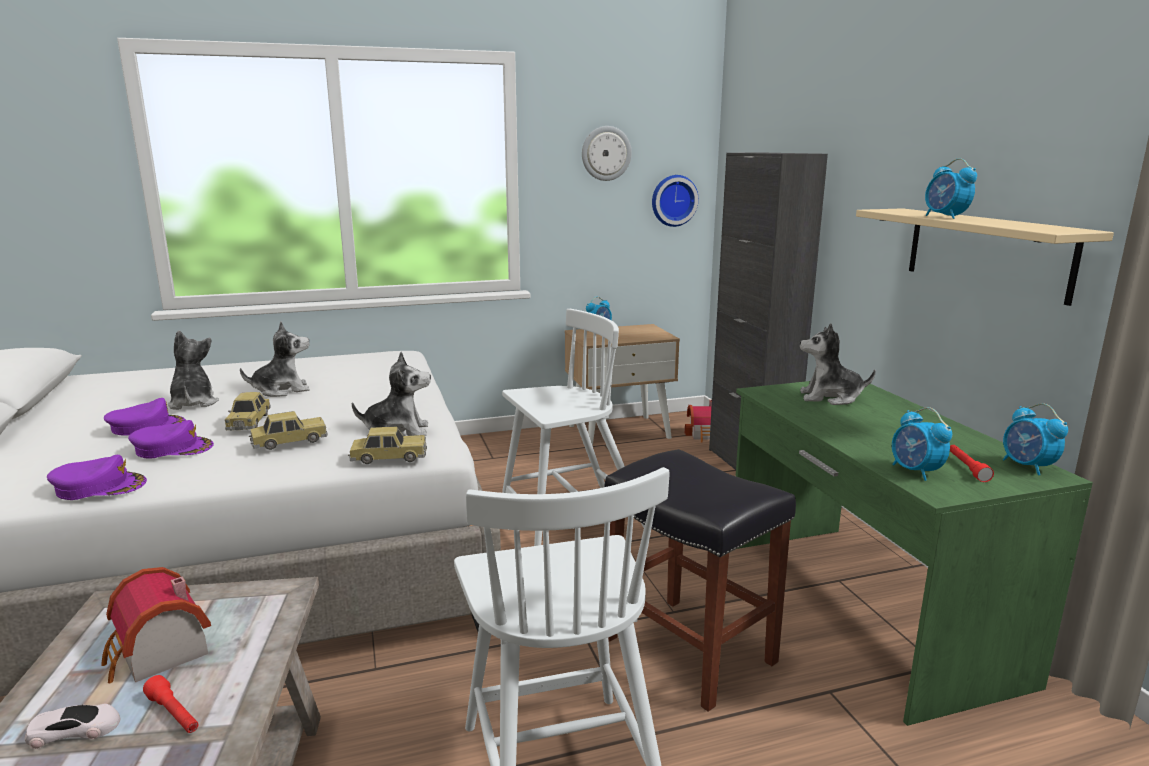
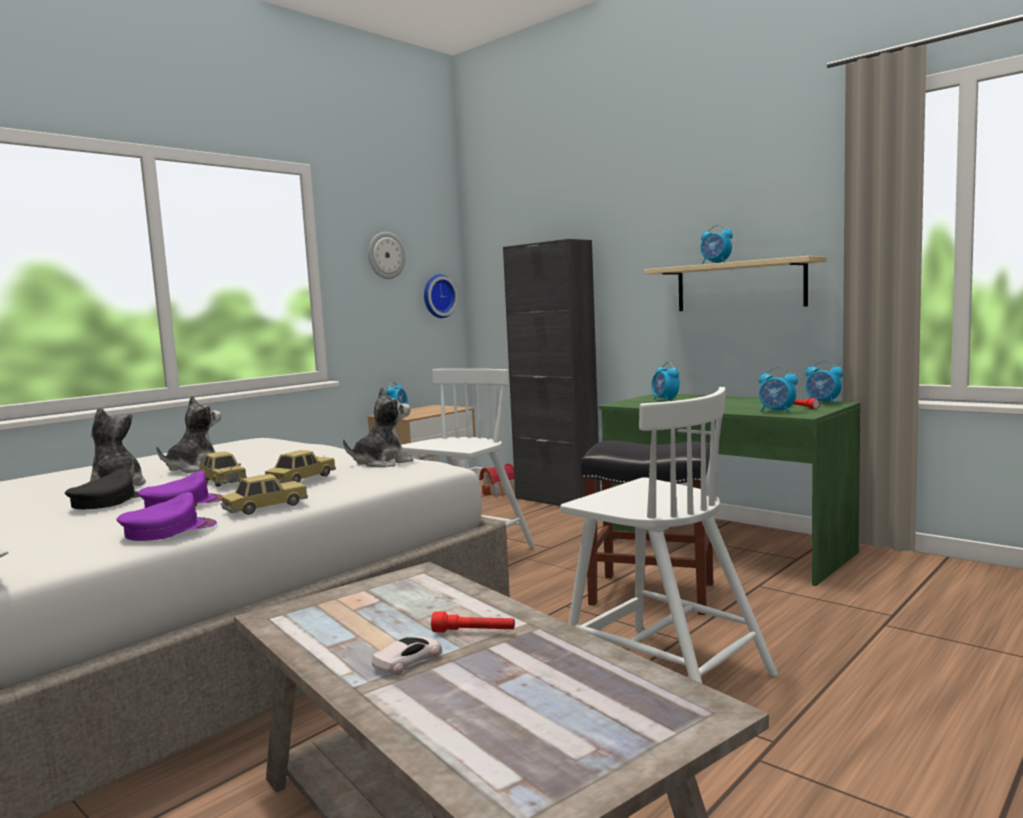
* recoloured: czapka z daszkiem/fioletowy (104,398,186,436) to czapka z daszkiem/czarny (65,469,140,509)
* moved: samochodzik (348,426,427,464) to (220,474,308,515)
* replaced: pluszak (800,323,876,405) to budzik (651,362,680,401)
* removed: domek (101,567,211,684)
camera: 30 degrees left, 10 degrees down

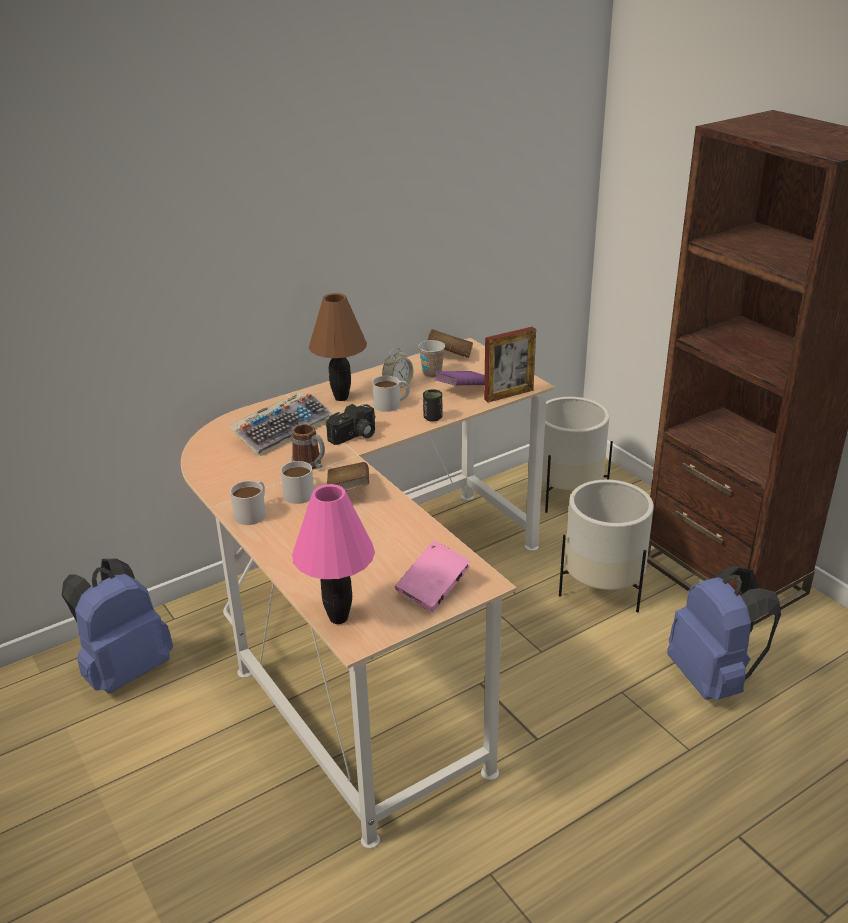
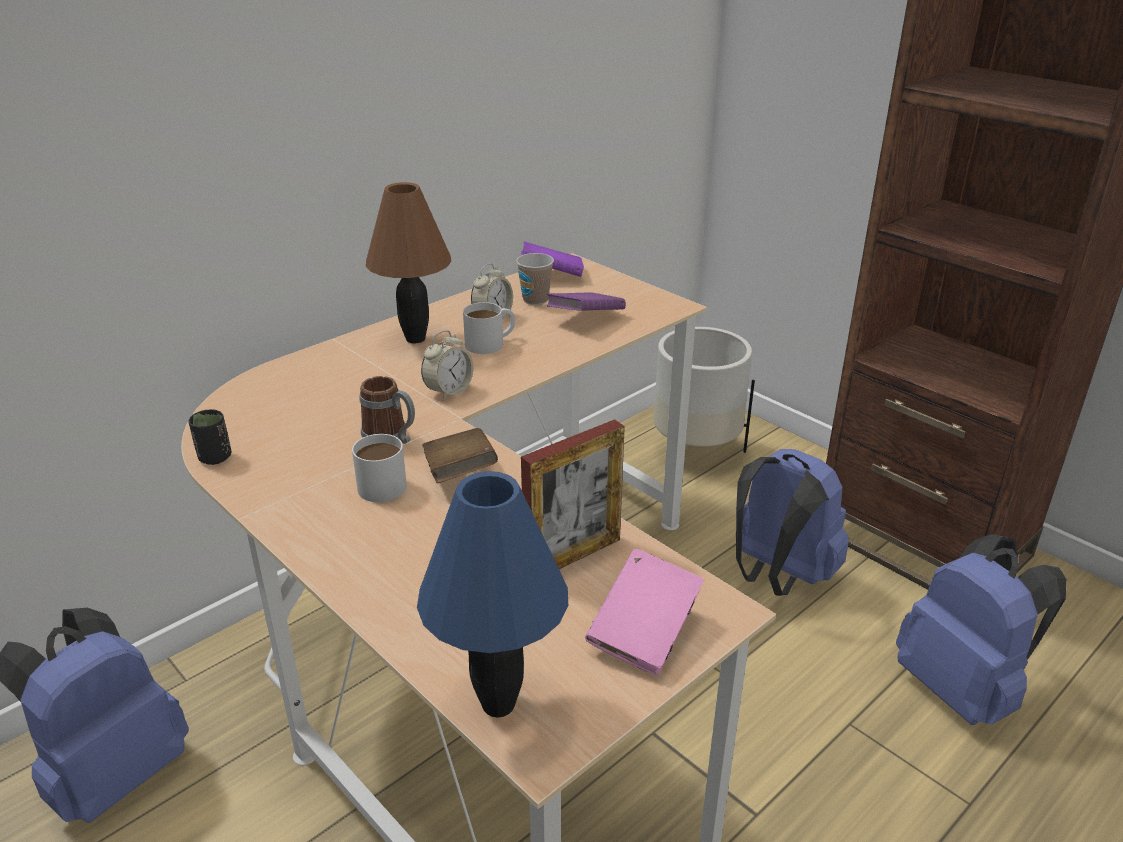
* moved: filiżanka/czarny (423,389,443,422) to (188,409,231,465)
* recoloured: lampa stołowa/różowy (292,484,375,624) to lampa stołowa/niebieski (417,471,568,717)
* replaced: aparat fotograficzny (326,404,376,445) to budzik (421,330,473,401)
* recoloured: książka/brązowy (427,329,473,358) to książka/fioletowy (521,242,584,277)
* moved: ramka na zdjęcie (484,327,536,402) to (521,419,625,569)
* replaced: donica/biały (559,480,654,613) to plecak/niebieski (736,449,849,596)
* removed: klawiatura (228,391,331,457)
* removed: kubek/biały (230,481,266,525)
camera: 10 degrees left, 0 degrees up

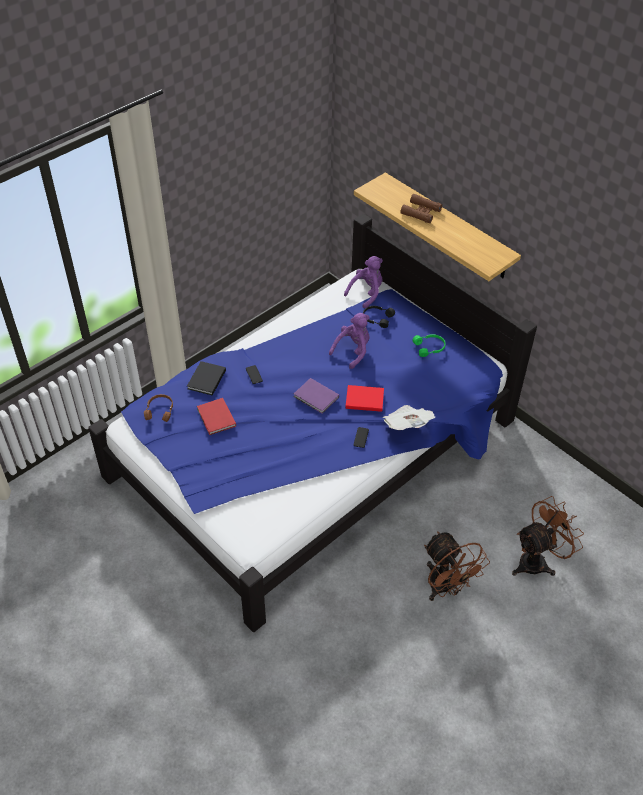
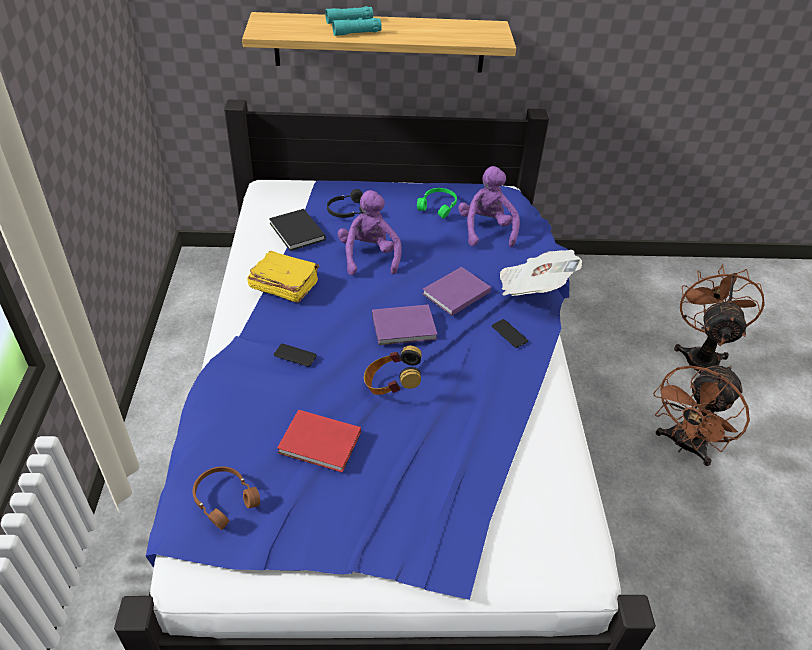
* added: książka/żółty (247,251,319,303)
* moved: książka/czarny (187,361,226,396) to (269,209,326,251)
* recoloured: lornetka/brązowy (401,194,442,223) to lornetka/turkusowy (325,6,382,36)
* added: słuchawki (364,346,422,395)
* recoloured: książka/czerwony (345,385,384,412) to książka/fioletowy (422,267,491,316)
* moved: pluszak/fioletowy (344,256,383,308) to (458,166,520,247)
* turned: wentylator/brązowy (424,531,490,601) = (653,365,750,466) 120 degrees clockwise
camera: 50 degrees left, 5 degrees down

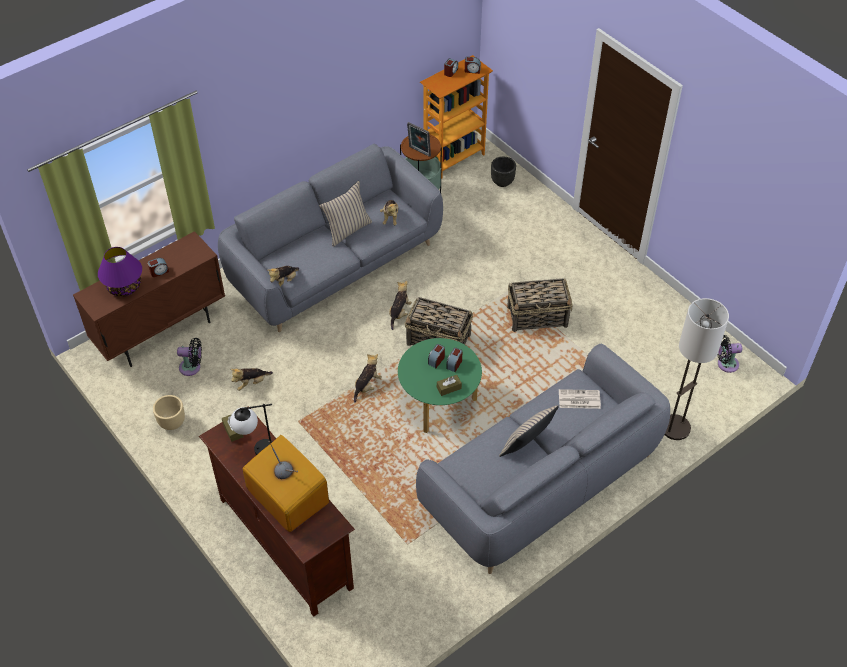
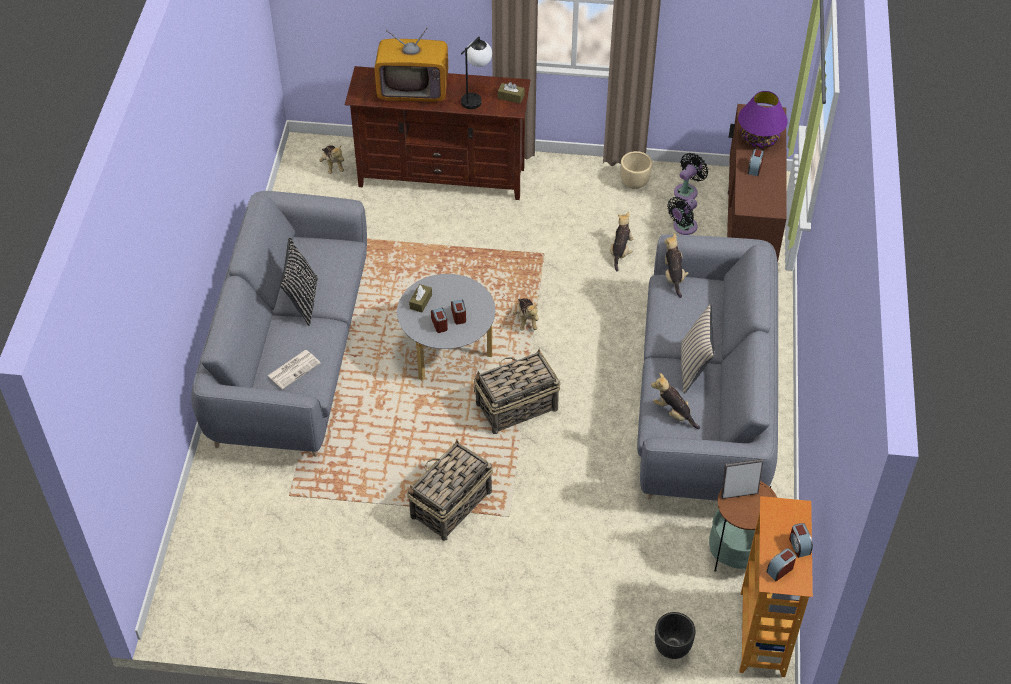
* recoloured: poduszka/beżowy (499,405,559,457) to poduszka/czarny (280,237,318,326)
* moved: pluszak (389,281,412,330) to (319,145,344,174)
* recoloured: ława/zielony (398,338,482,433) to ława/szary (397,274,495,381)
* moved: wentylator/czarny (718,335,742,373) to (674,153,708,201)
* removed: lampa stojąca (664,298,729,440)
camera: 135 degrees right, 0 degrees up

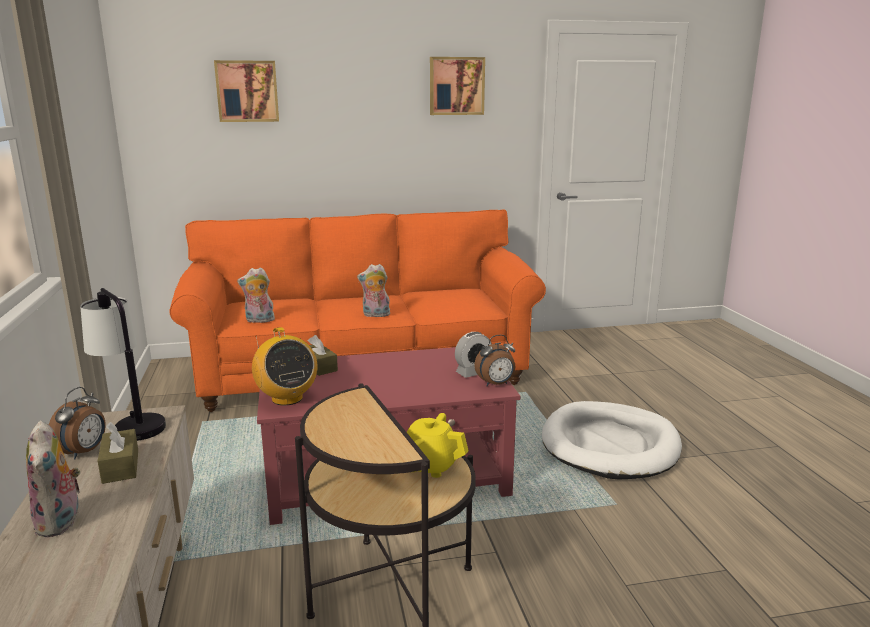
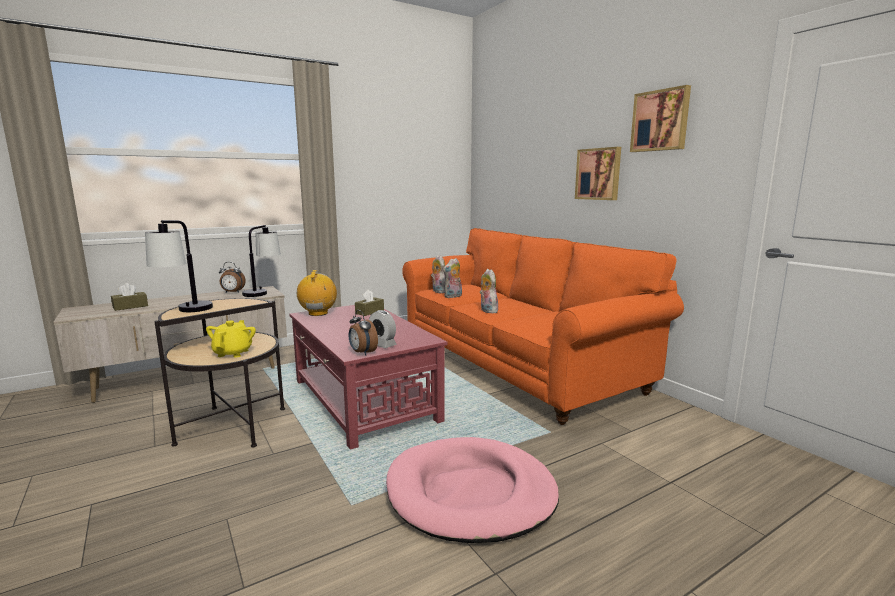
* moved: pudełko chusteczek/brązowy (98,422,138,484) to (111,283,148,311)
* added: lampa stołowa (145,220,213,312)
* turned: radio (252,327,317,406) = (297,270,337,316) 135 degrees clockwise
* recoloured: legowisko/biały (542,401,682,480) to legowisko/różowy (386,437,559,543)
* moved: pluszak (26,421,81,537) to (443,258,462,298)
* moved: obraz (214,60,279,122) to (575,147,621,200)
camera: 70 degrees right, 5 degrees down

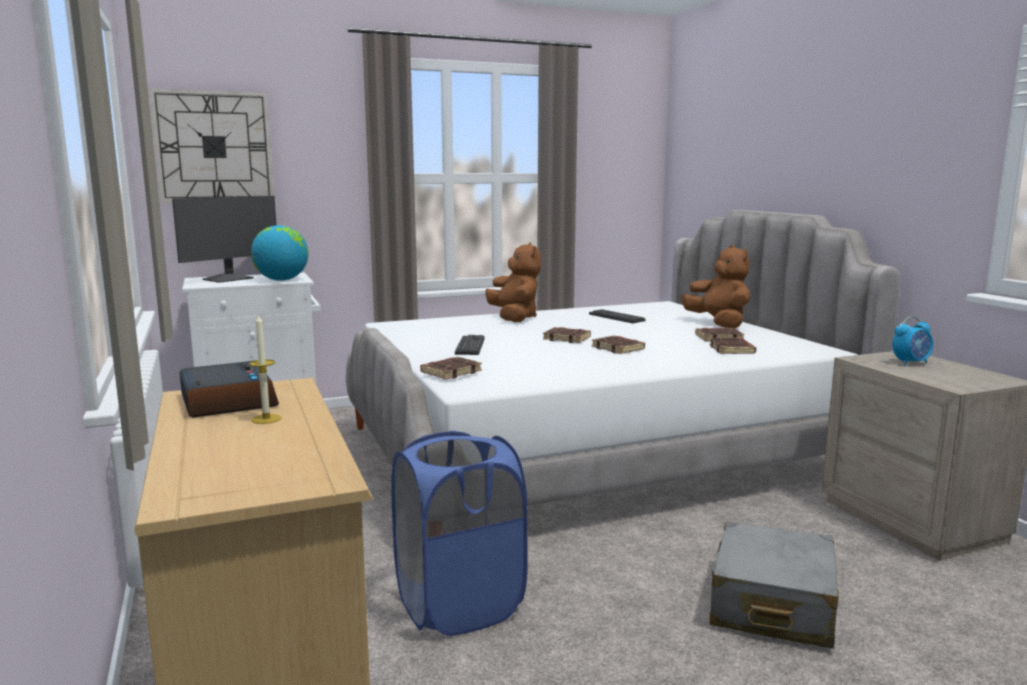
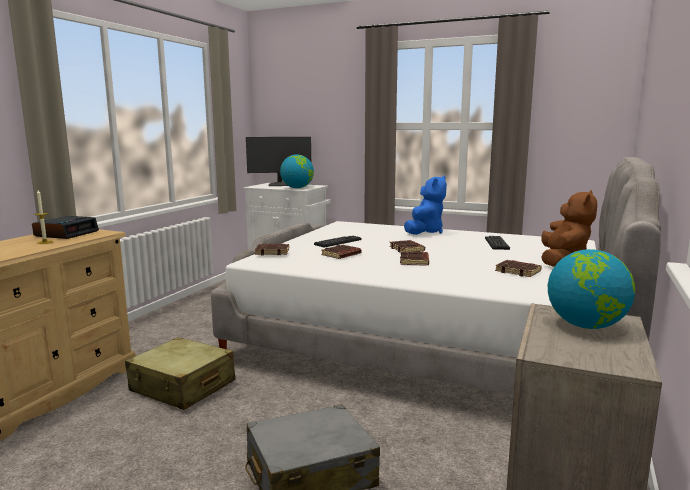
* replaced: kosz na pranie/niebieski (391,431,528,636) to walizka/beżowy (125,337,235,410)
* moved: książka/brązowy (709,337,756,354) to (321,245,362,259)
* recoloured: pluszak/brązowy (485,242,541,322) to pluszak/niebieski (404,176,447,235)
* replaced: budzik (892,316,933,366) to globus (548,249,635,329)
* removed: zegar ścienny (149,88,274,203)
camera: 45 degrees right, 0 degrees up

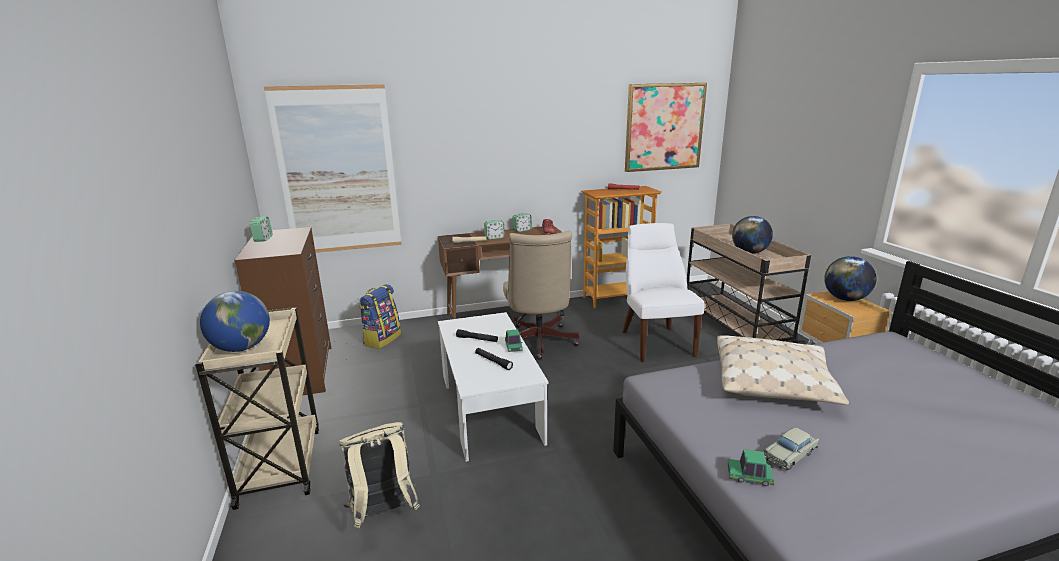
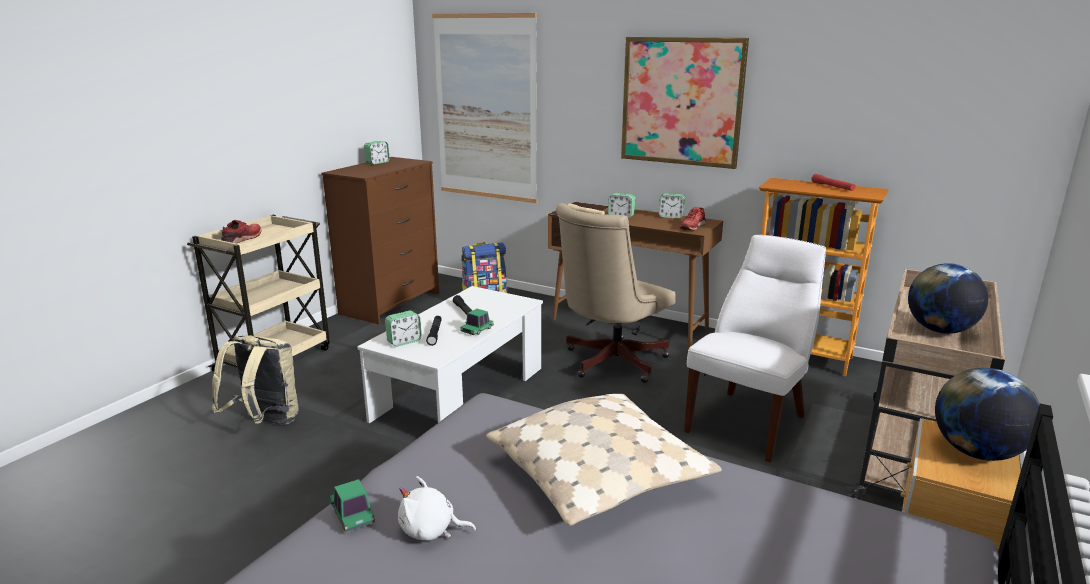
* replaced: globus (200,291,270,352) to but/czerwony (221,220,261,244)
* added: budzik (385,311,422,347)
* replaced: samochodzik/beżowy (763,427,819,470) to pluszak/biały (398,476,476,541)
* moved: obraz (625,83,707,172) to (621,37,749,169)
camera: 45 degrees right, 0 degrees up

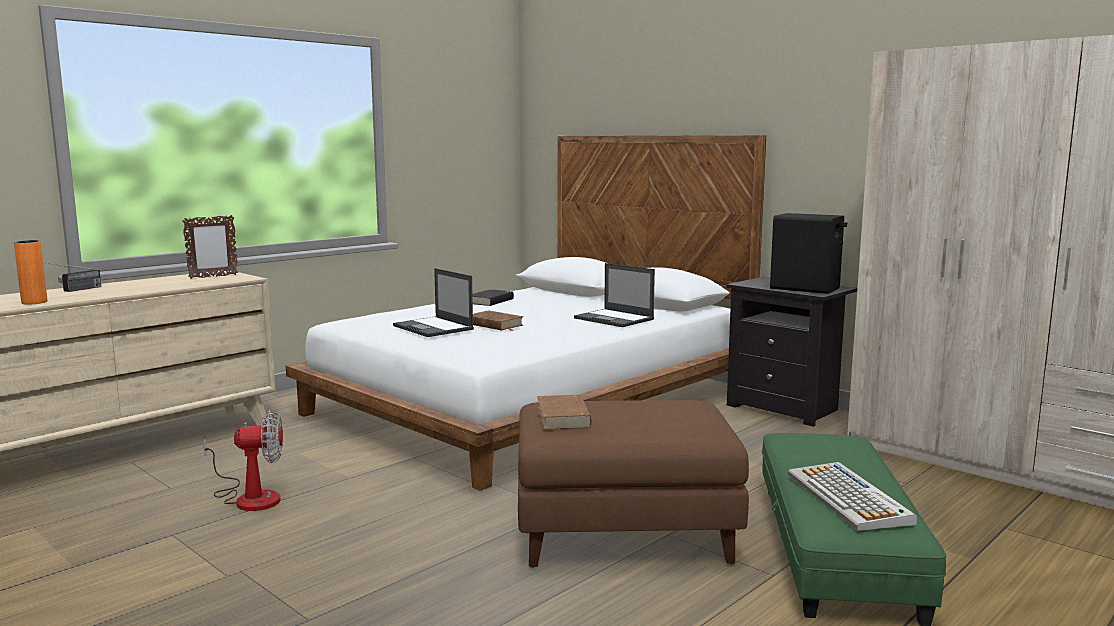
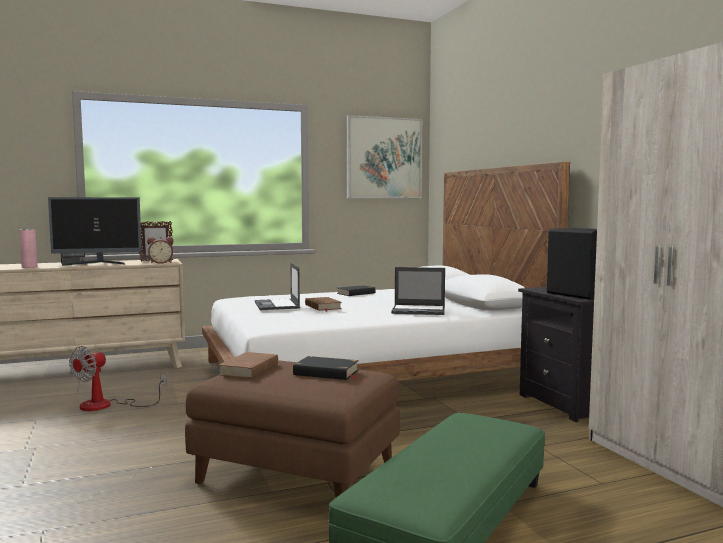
* recoloured: wazon/pomarańczowy (14,240,47,305) to wazon/różowy (19,229,37,268)
* added: monitor (48,197,142,266)
* turned: wentylator (203,410,283,511) = (69,346,166,411) 105 degrees clockwise
* added: budzik (147,237,173,264)
* added: książka/czarny (293,356,360,380)
* added: obraz (347,115,422,198)
* turned: laptop (574,263,655,327) = (391,267,445,315) 60 degrees counterclockwise
* removed: klawiatura (788,462,917,531)
camera: 25 degrees right, 5 degrees down

